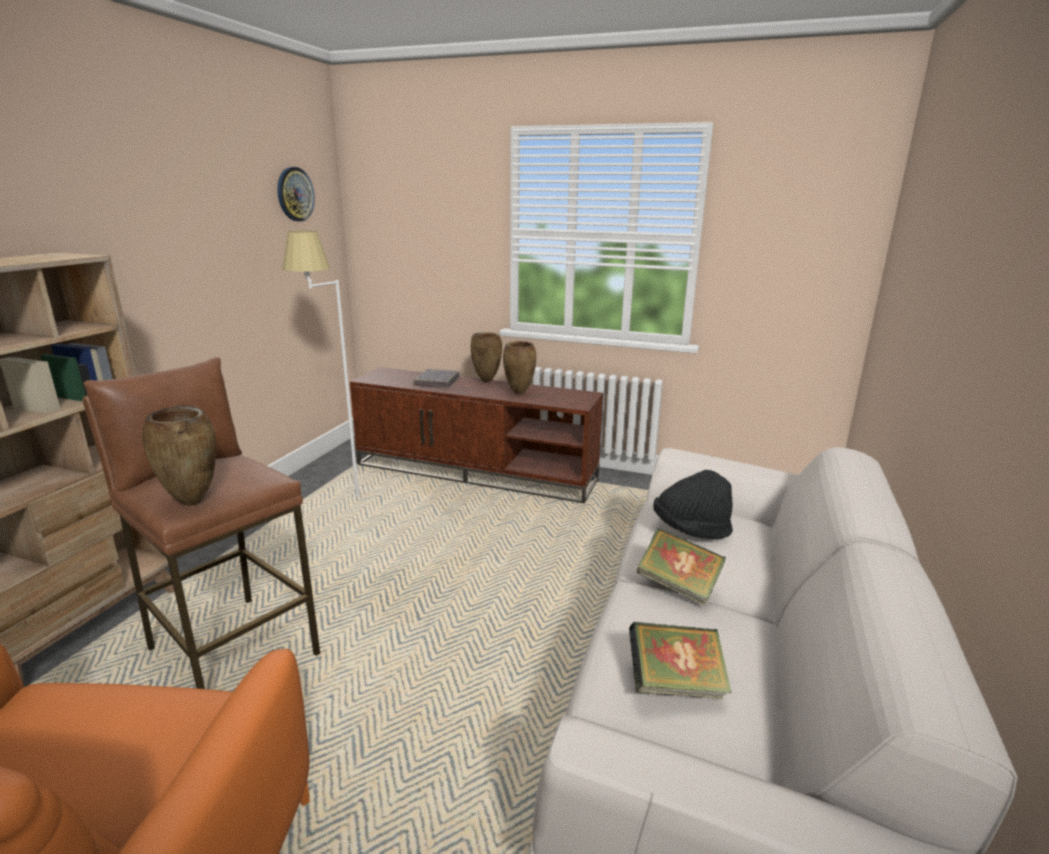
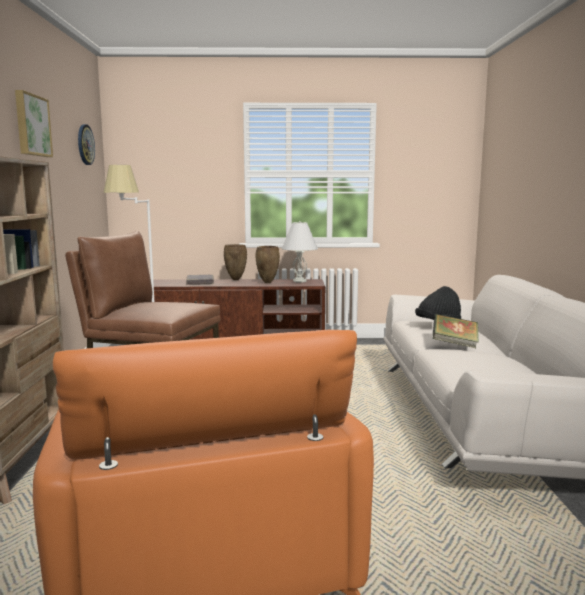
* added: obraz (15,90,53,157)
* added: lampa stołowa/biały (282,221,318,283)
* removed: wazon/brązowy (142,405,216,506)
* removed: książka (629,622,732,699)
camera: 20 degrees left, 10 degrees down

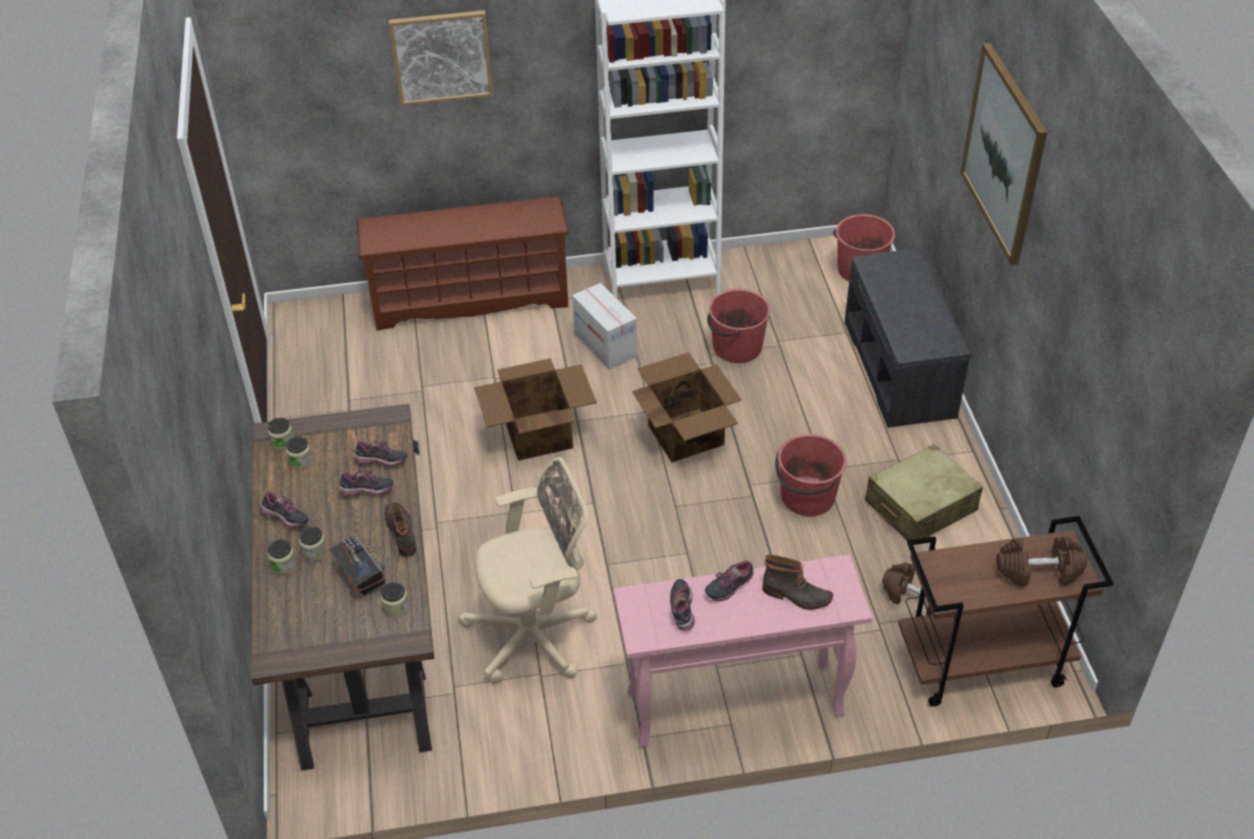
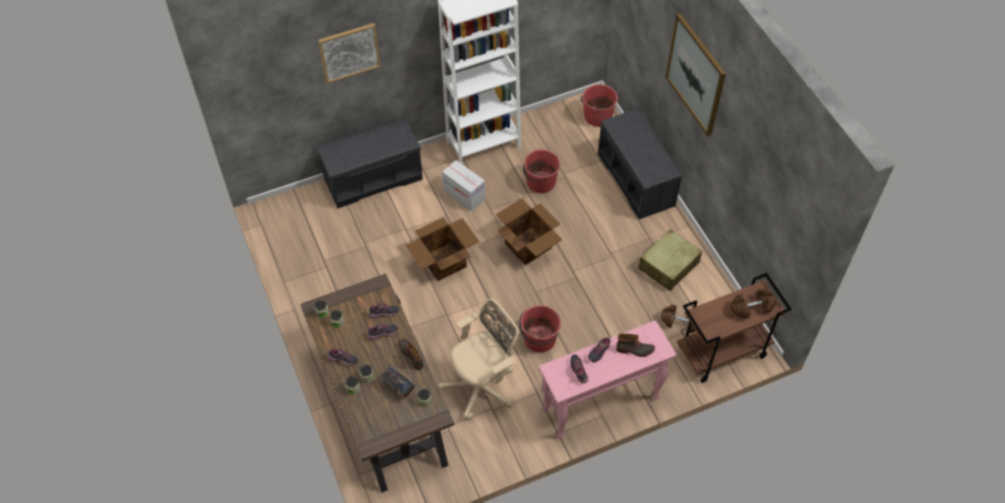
* replaced: regał na buty/brązowy (357,196,569,331) to ławka/szary (317,118,423,209)
* moved: wiadro/czerwony (775,434,847,516) to (519,305,561,353)
camera: 15 degrees left, 10 degrees up

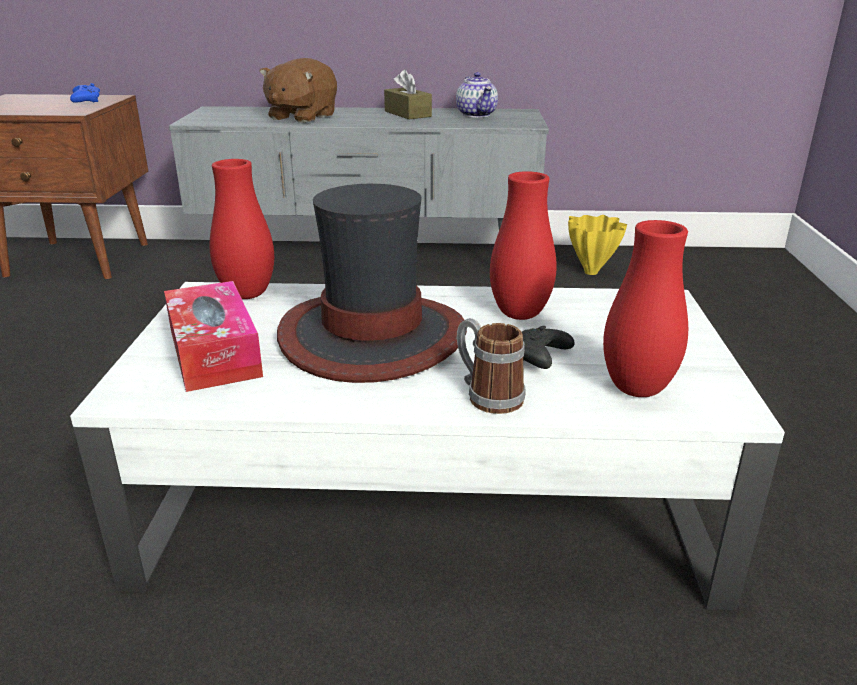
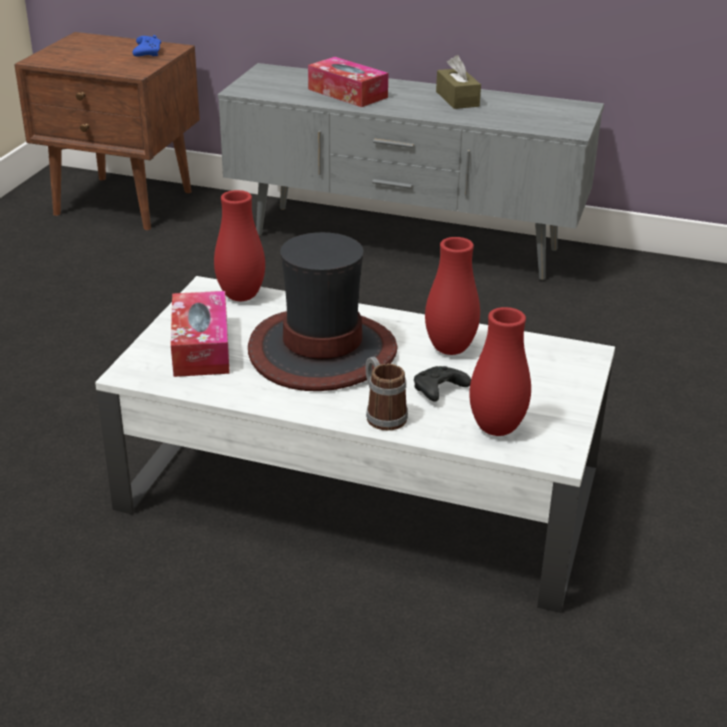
* replaced: pluszak/brązowy (259,58,337,123) to pudełko chusteczek (308,57,388,107)
* removed: imbryk (456,72,498,117)
* removed: wazon/żółty (568,215,627,275)
camera: 15 degrees right, 5 degrees up

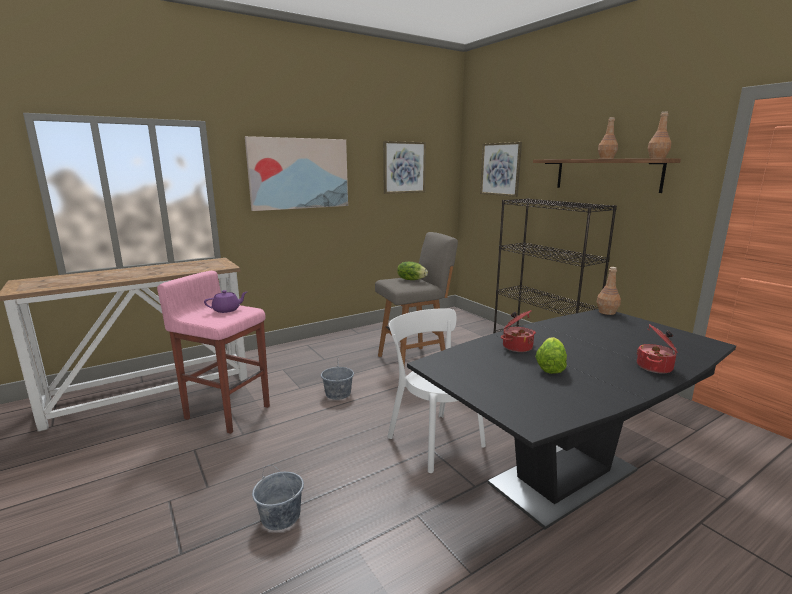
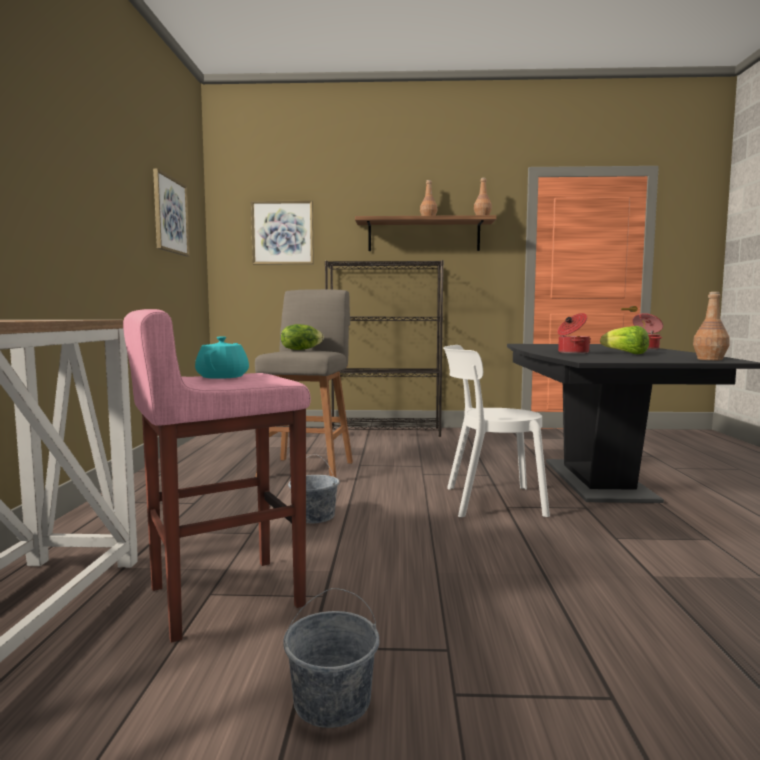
* recoloured: imbryk/fioletowy (204,290,247,313) to imbryk/turkusowy (195,336,249,379)
* moved: wiadro/szary (252,465,304,530) to (283,588,379,728)
* moved: butelka/brązowy (597,267,621,315) to (693,292,730,360)
* removed: obraz (245,136,348,211)
camera: 55 degrees left, 10 degrees down

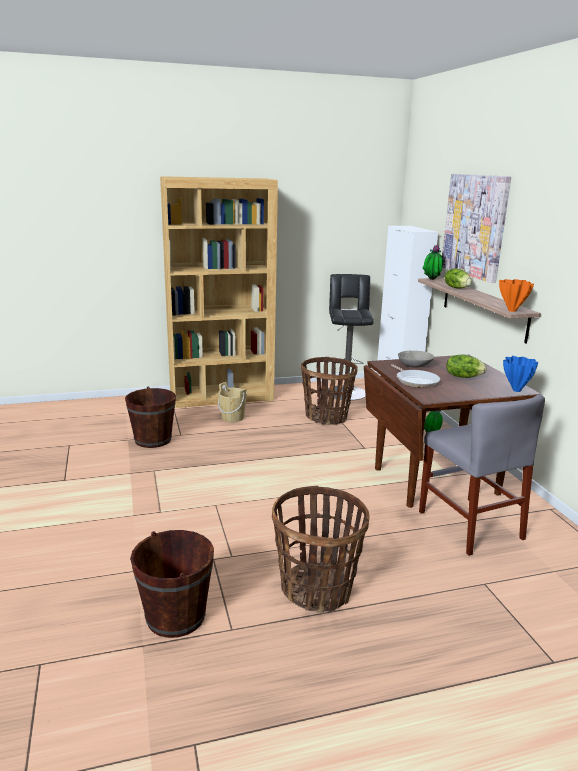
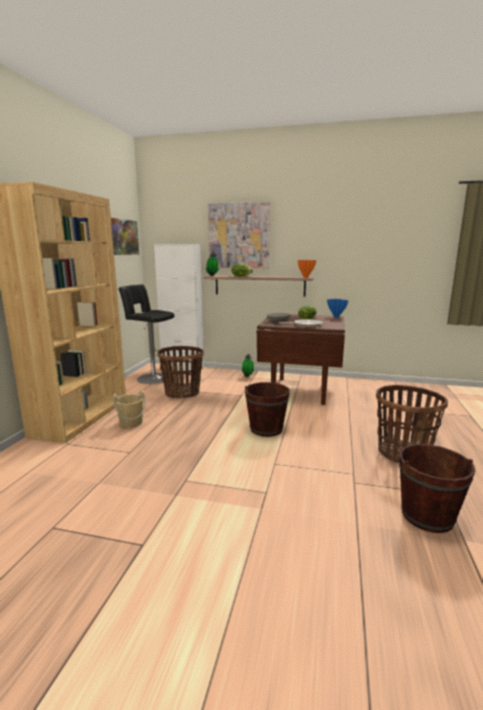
* added: obraz (111,218,139,255)
* moved: wiadro/brązowy (125,386,176,448) to (245,382,290,437)
* removed: krzesło/szary (419,394,545,556)
camera: 60 degrees left, 5 degrees down

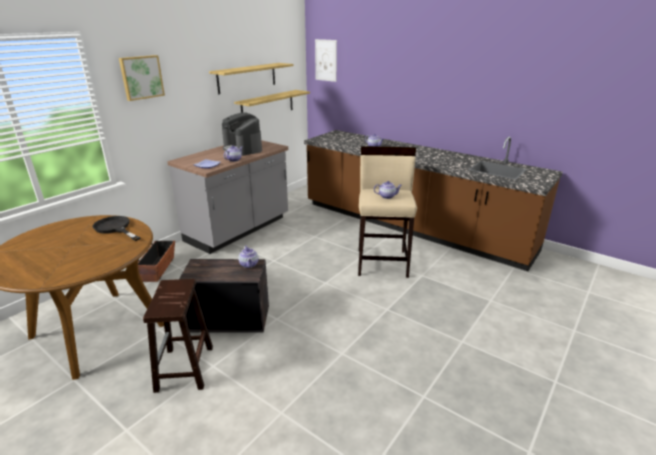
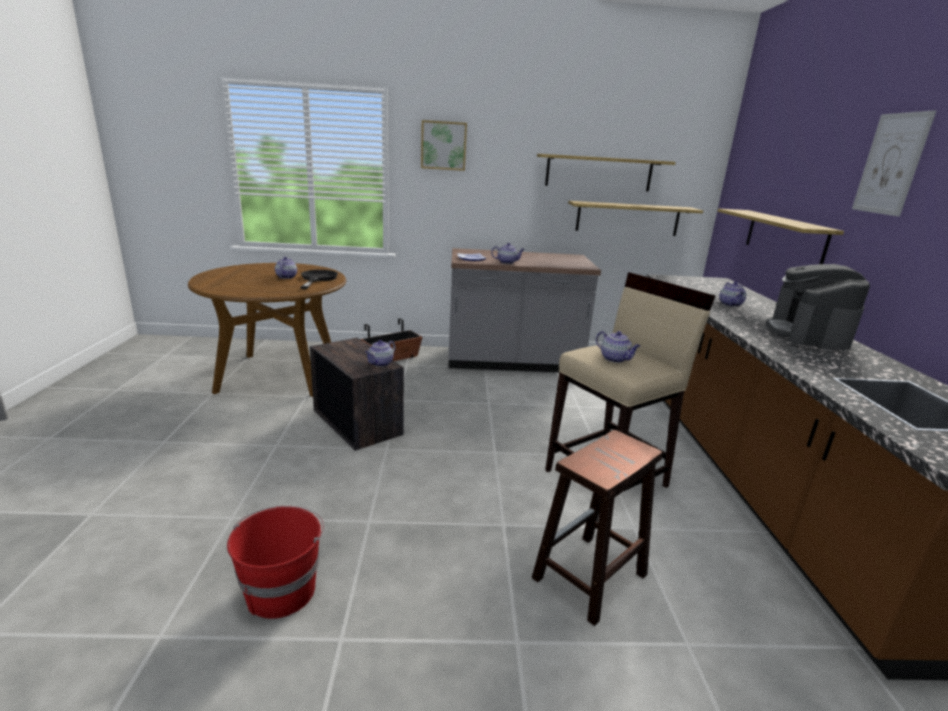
* added: wiadro/czerwony (227,506,324,619)
* added: imbryk (275,257,297,279)
* moved: stołek/brązowy (143,279,213,393) to (532,430,663,626)
* added: półka (718,209,844,264)
* moved: ekspres do kawy (222,112,262,156) to (766,264,870,350)
* moved: obraz (315,39,337,82) to (852,110,936,217)
camera: 50 degrees right, 5 degrees down

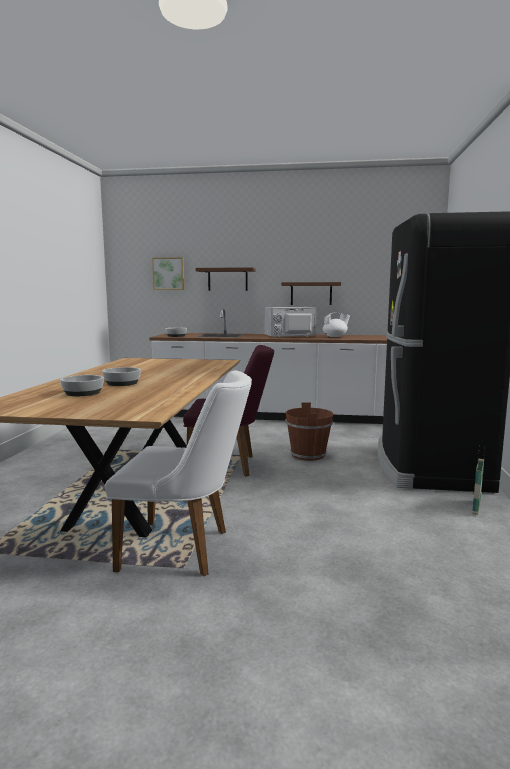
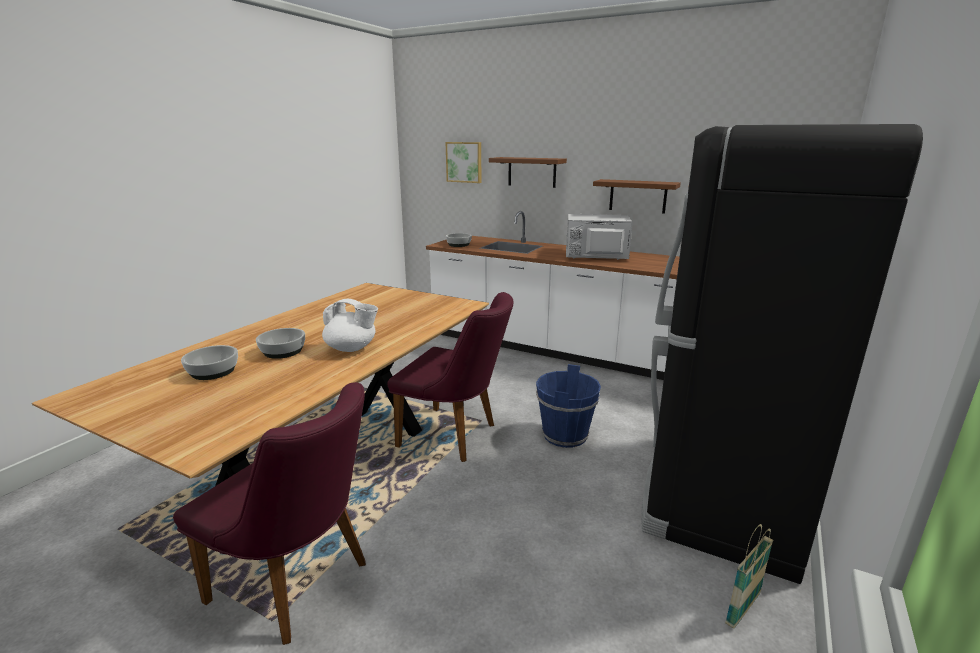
* recoloured: krzesło/biały (105,370,252,576) to krzesło/fioletowy (173,382,366,645)
* moved: imbryk/biały (323,313,350,337) to (322,299,378,352)
* recoloured: wiadro/brązowy (285,402,333,461) to wiadro/niebieski (536,364,601,448)
camera: 20 degrees right, 10 degrees up

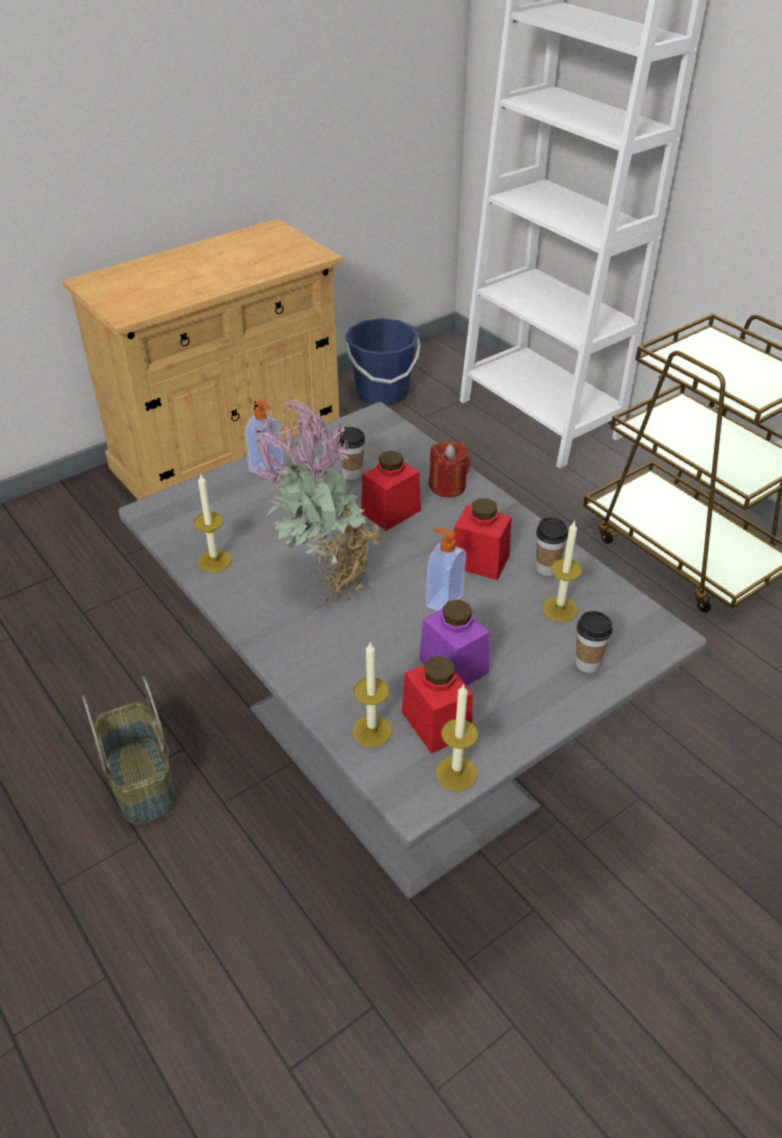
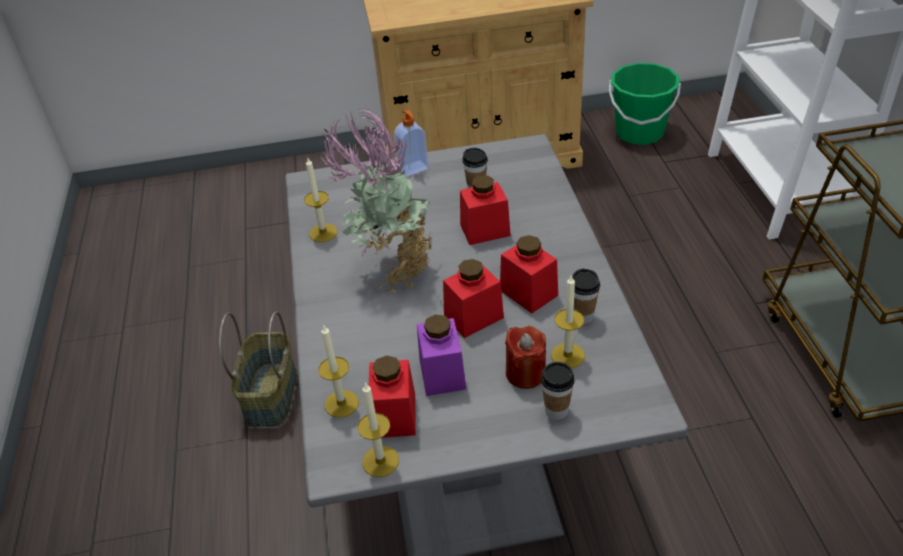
* replaced: dozownik mydła (426,528,466,611) to słoik/czerwony (443,259,504,338)
* moved: świeca/czerwony (429,440,470,497) to (505,326,546,389)
* recoloured: wiadro/niebieski (345,318,421,406) to wiadro/zielony (609,63,681,145)
camera: 30 degrees right, 0 degrees up

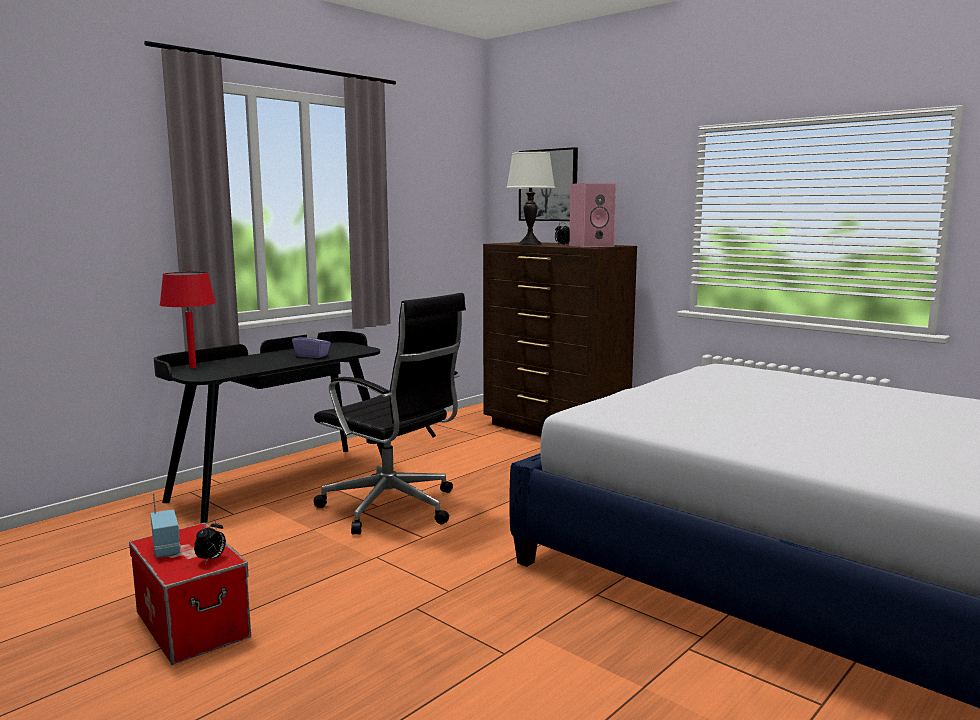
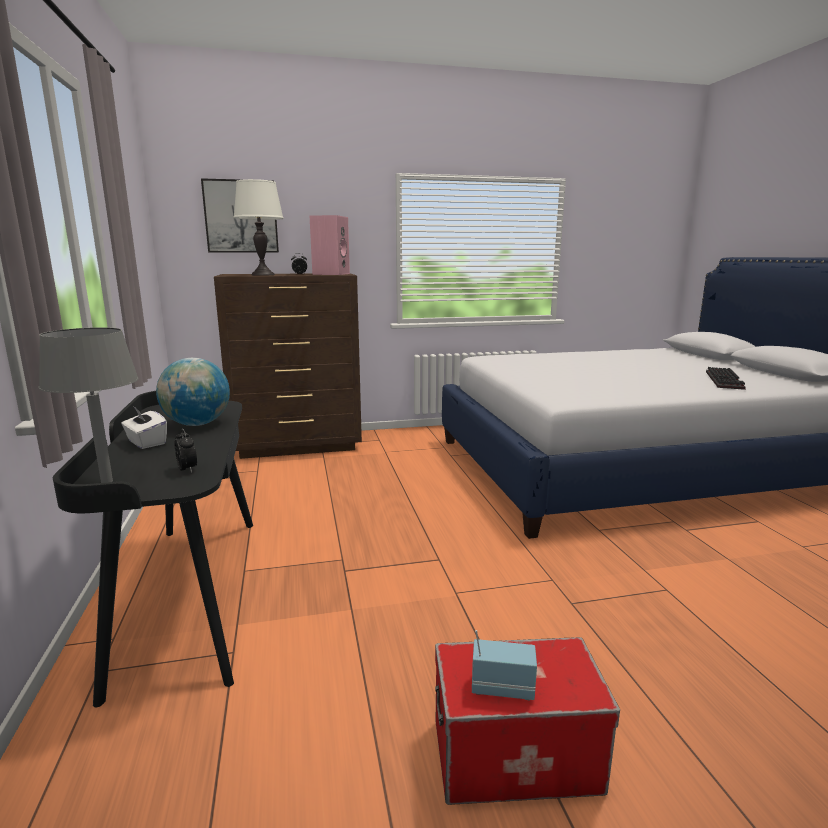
* recoloured: lampa stołowa/czerwony (160,272,216,368) to lampa stołowa/szary (39,327,138,483)
* added: pudełko chusteczek/biały (121,407,167,449)
* replaced: pudełko chusteczek/fioletowy (292,330,331,358) to globus (156,358,230,426)
* moved: budzik (194,519,226,564) to (175,429,197,473)
* added: klawiatura (706,367,746,390)
* removed: krzesło biurowe/czarny (314,293,466,535)
camera: 55 degrees left, 5 degrees up

